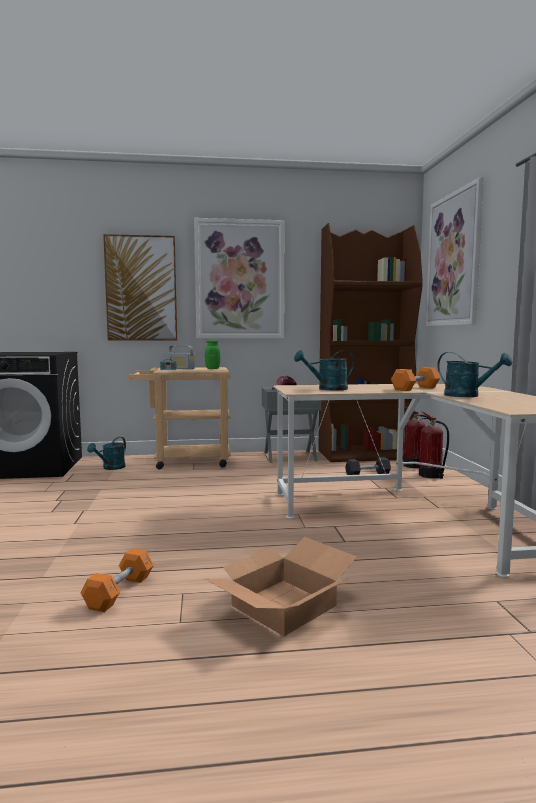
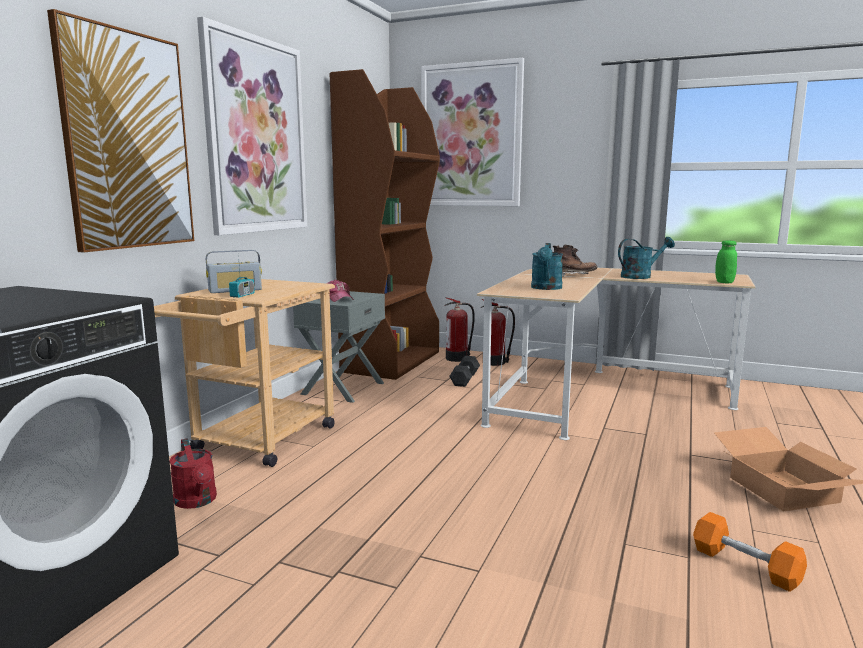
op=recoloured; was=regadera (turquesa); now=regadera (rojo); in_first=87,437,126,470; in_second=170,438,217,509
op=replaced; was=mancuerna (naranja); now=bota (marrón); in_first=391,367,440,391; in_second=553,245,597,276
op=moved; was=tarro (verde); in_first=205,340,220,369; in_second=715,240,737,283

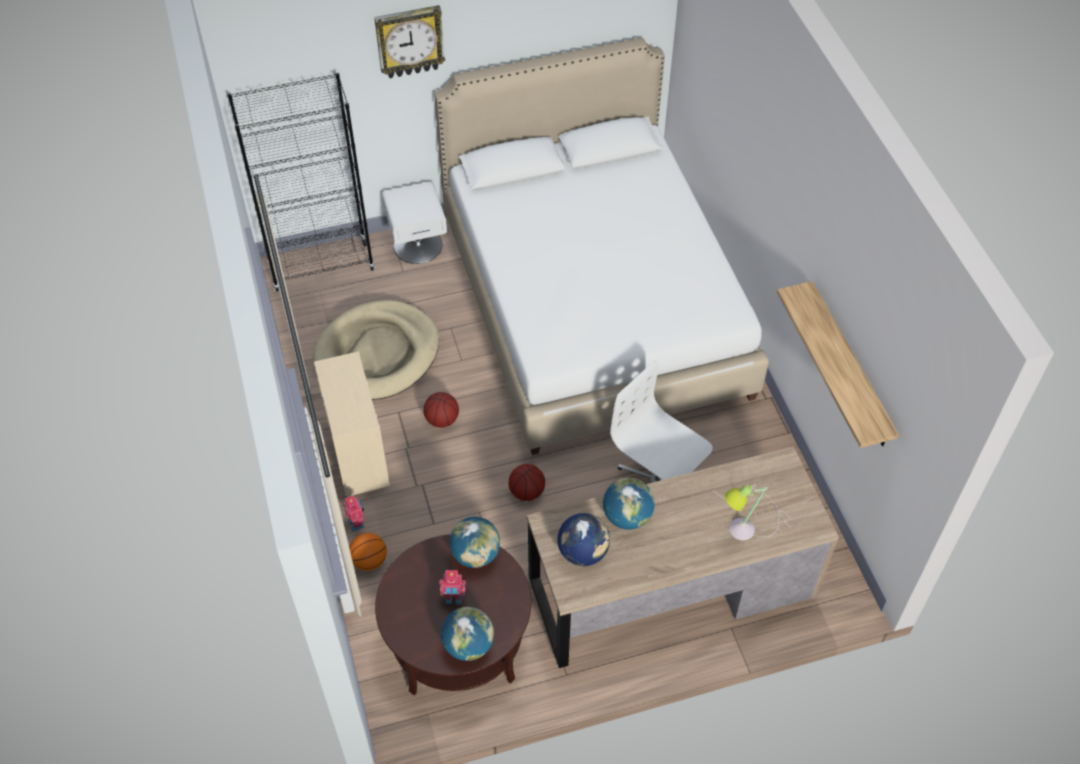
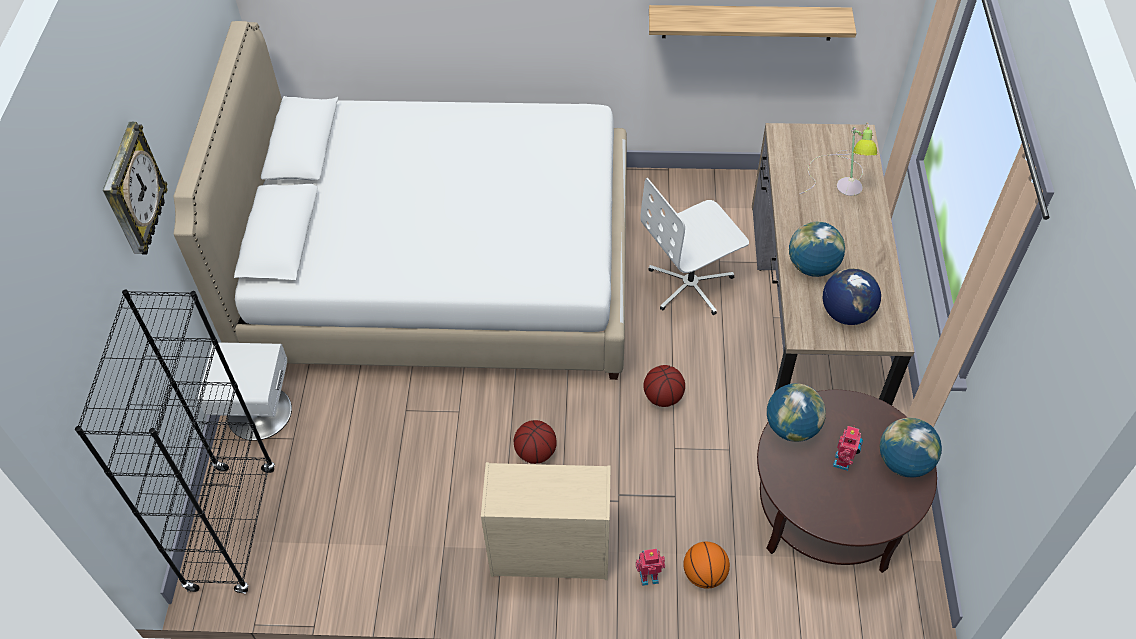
op=removed; was=cama para perro (beis); in_first=313,300,439,400

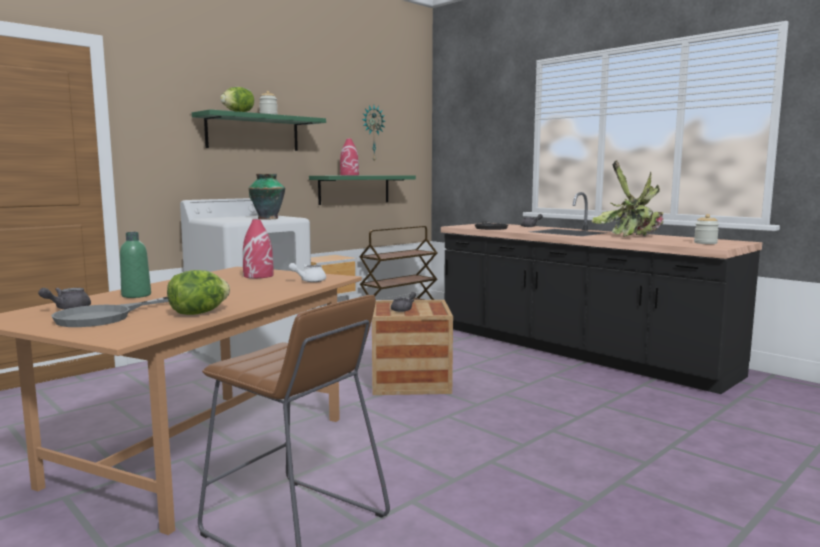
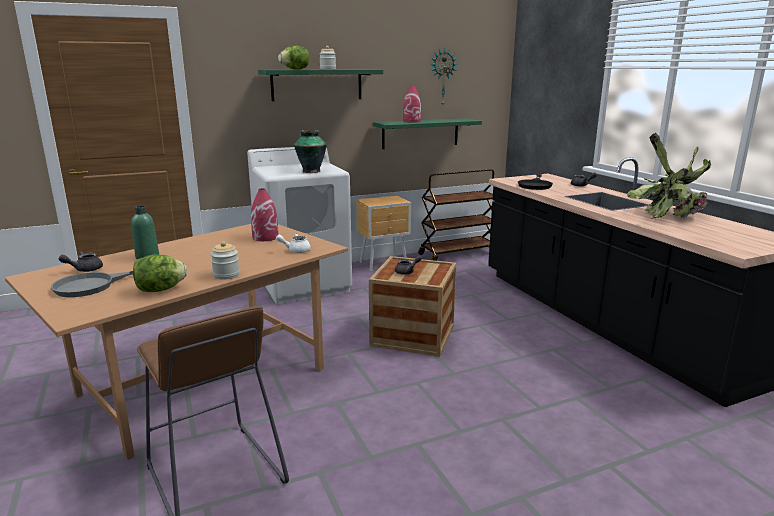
op=moved; was=tarro; in_first=694,214,719,244; in_second=211,241,240,279

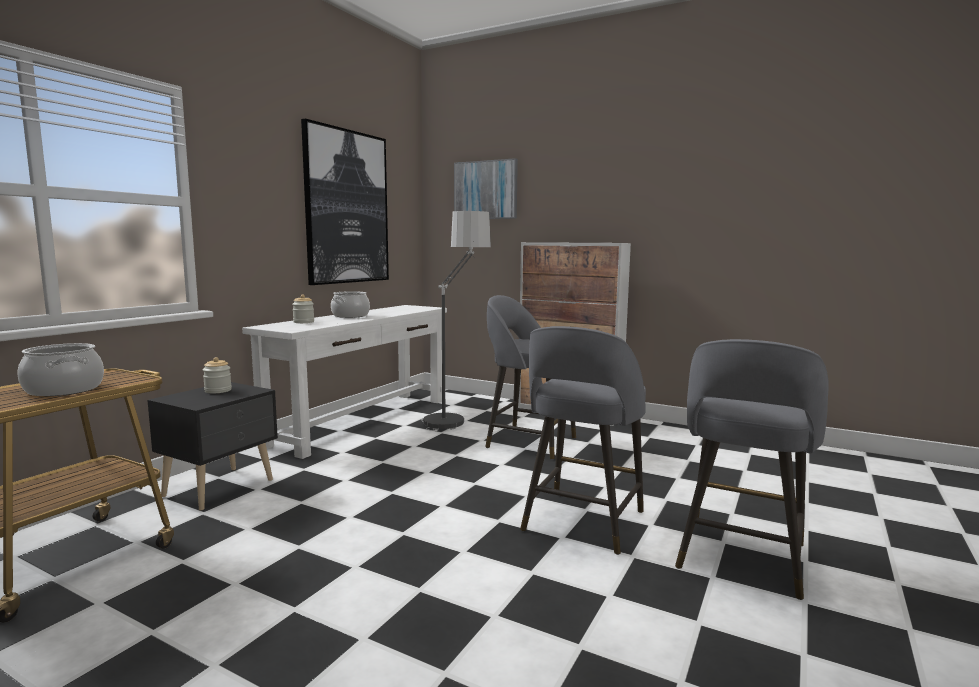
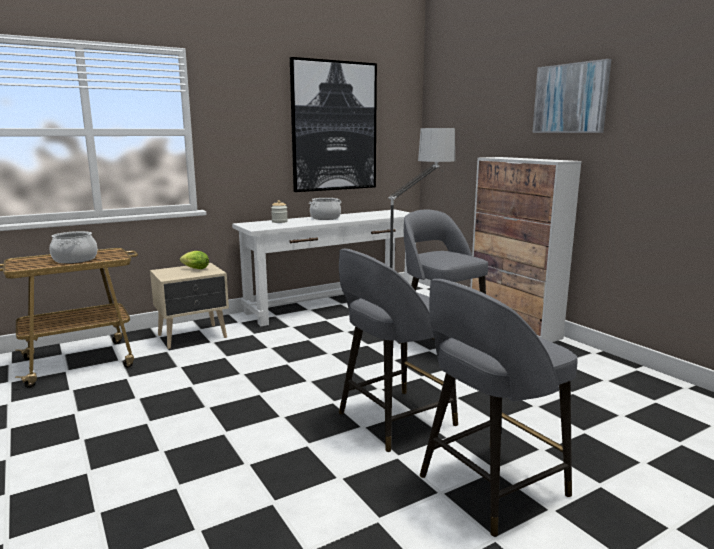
op=recoloured; was=mesita de noche (negro); now=mesita de noche (beis); in_first=147,382,278,510; in_second=150,263,229,349
op=replaced; was=tarro; now=lechuga; in_first=203,357,232,393; in_second=180,251,209,269
op=moved; was=cuadro; in_first=454,158,518,219; in_second=532,59,612,133

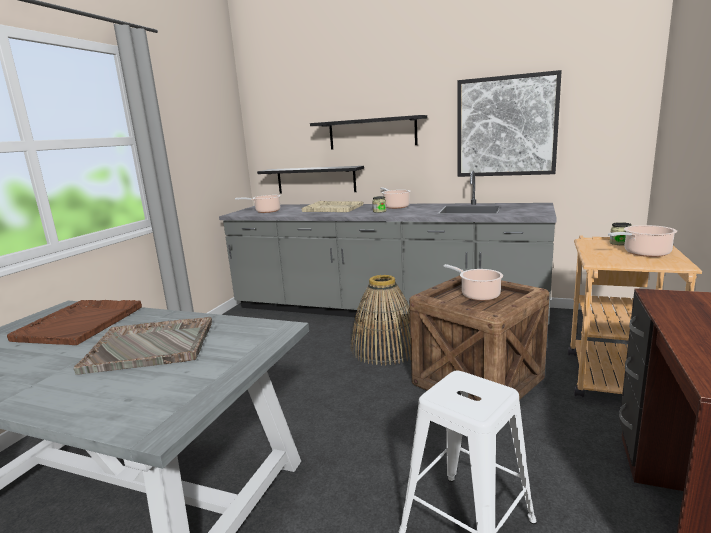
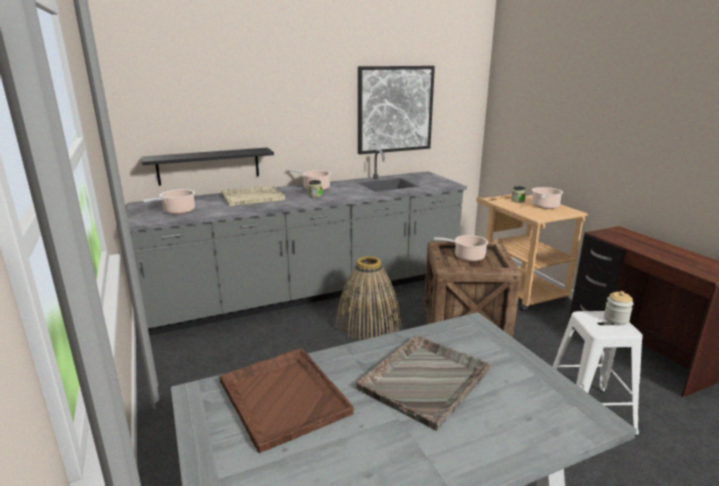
op=added; now=tarro; in_second=604,291,634,325
op=removed; was=estante (negro); in_first=310,115,427,150

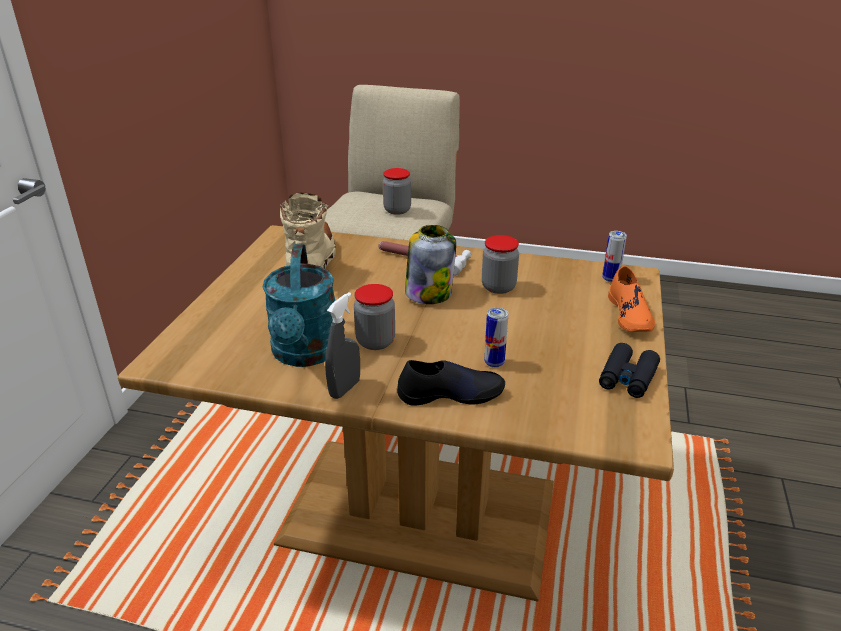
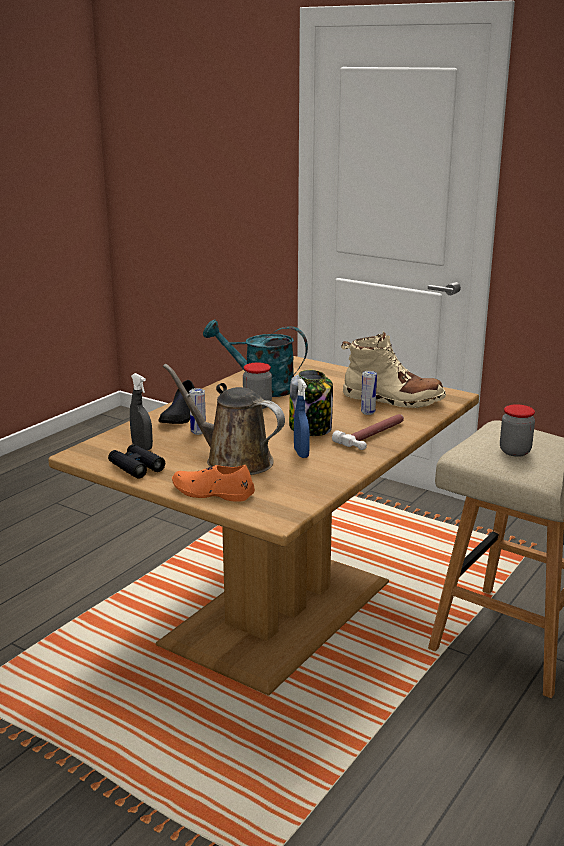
op=moved; was=pulverizador (gris); in_first=325,292,360,399; in_second=130,373,153,450
op=added; now=regadera (marrón); in_second=163,364,285,475
op=replaced; was=tarro; now=pulverizador (azul); in_first=482,235,519,294; in_second=294,379,310,458
op=moved; was=lata; in_first=602,231,627,282; in_second=361,371,377,415

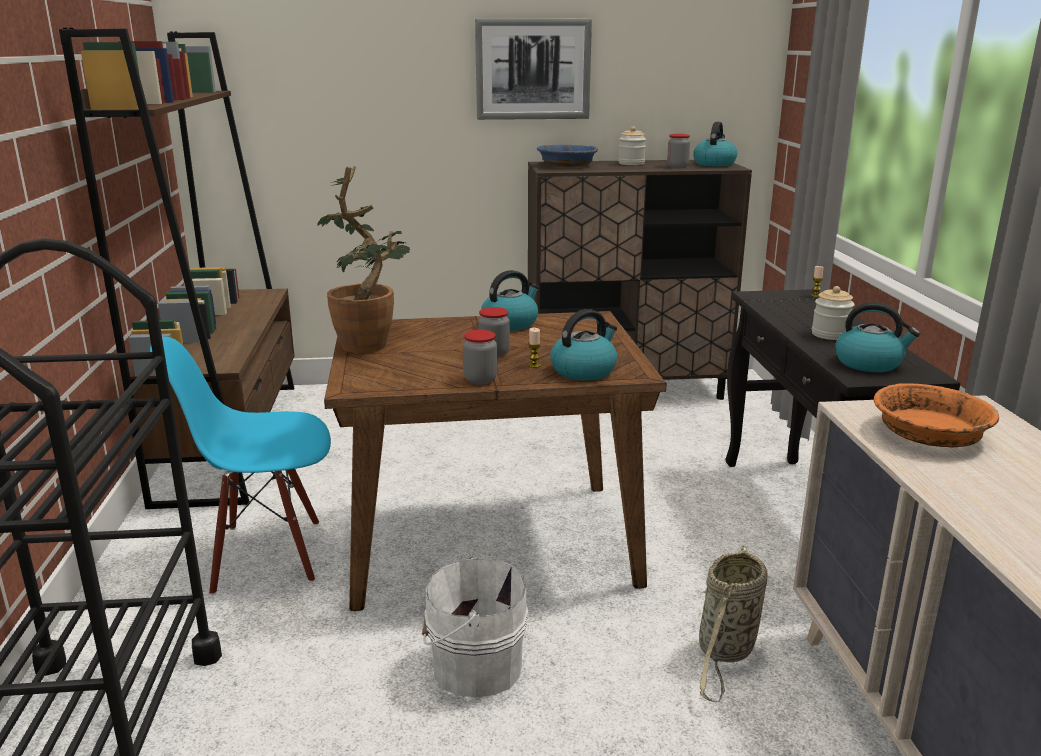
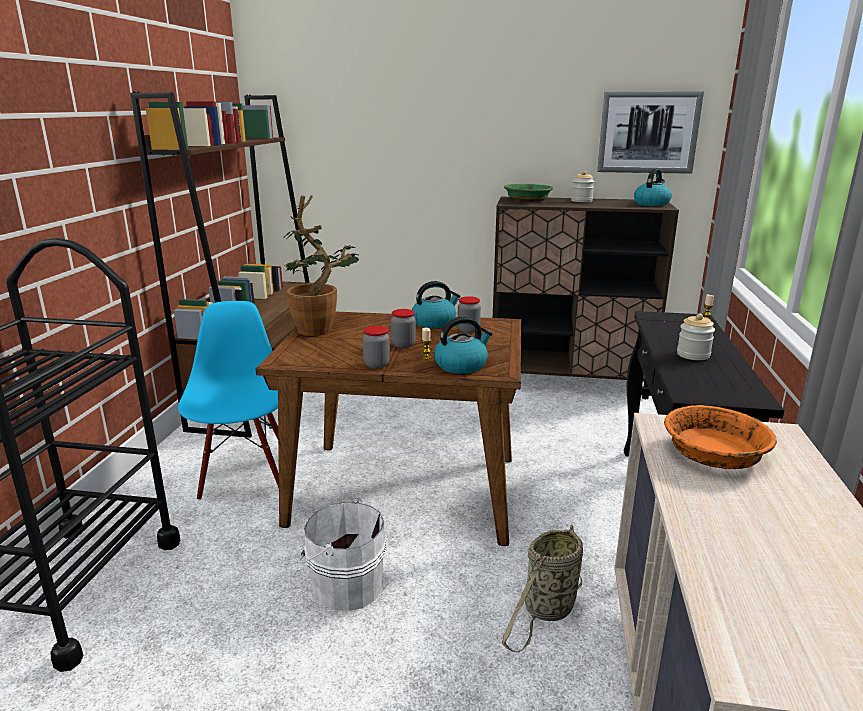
op=turned; was=silla (azul); in_first=150,337,331,595; in_second=178,301,279,500; clockwise=75
op=moved; was=tarro; in_first=667,134,690,168; in_second=458,296,481,333
op=recoloured; was=cuenco (azul); now=cuenco (verde); in_first=537,144,598,167; in_second=504,184,553,202
op=moved; was=cuadro; in_first=475,19,592,120; in_second=597,91,704,174
op=removed; was=hervidor; in_first=835,302,920,372

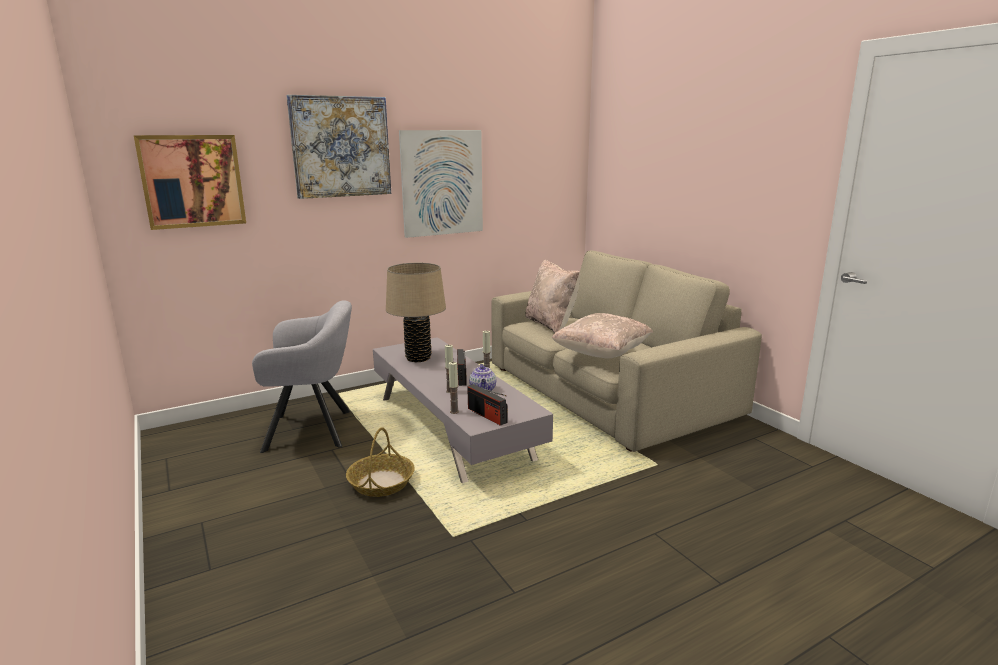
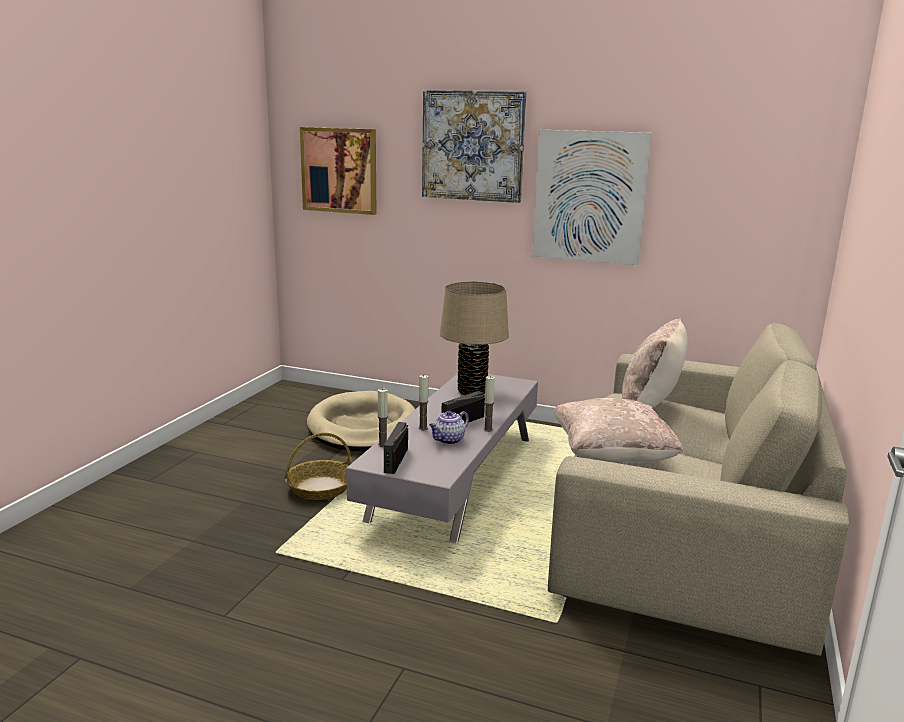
op=replaced; was=sillón (gris); now=cama para perro (beis); in_first=252,300,352,453; in_second=307,391,415,451

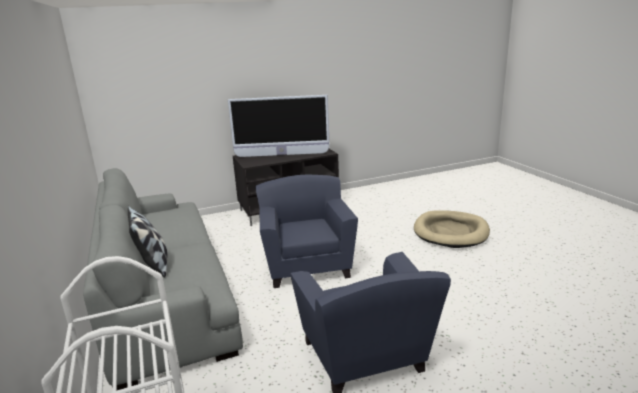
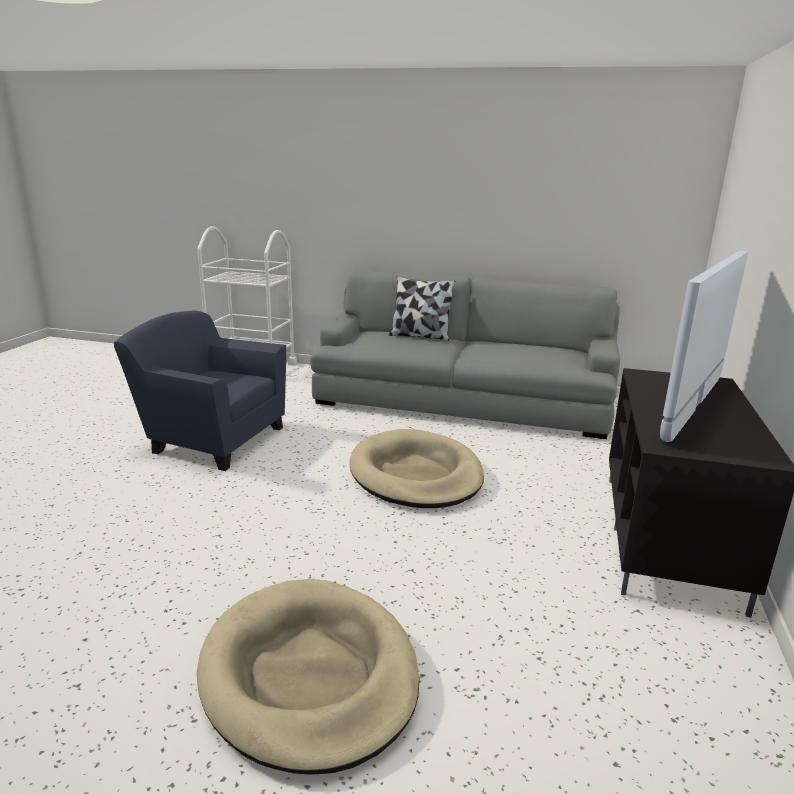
op=replaced; was=sillón (azul); now=cama para perro (beis); in_first=255,175,358,288; in_second=349,429,484,508

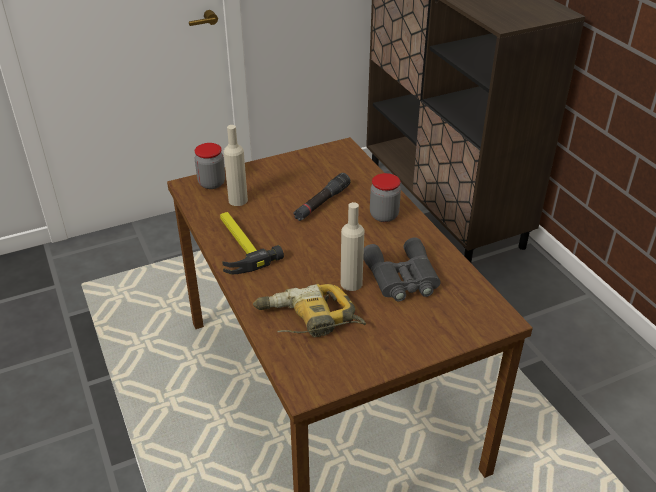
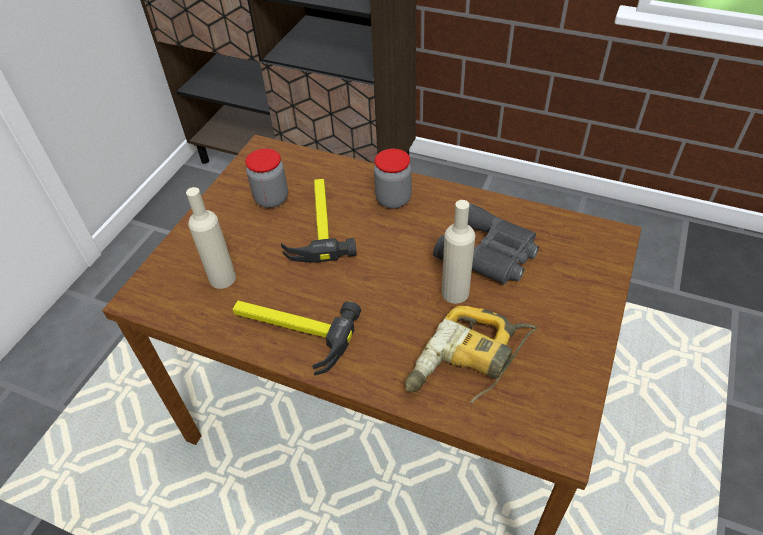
op=moved; was=tarro; in_first=195,143,225,189; in_second=245,148,288,208
op=replaced; was=linterna (negro); now=martillo; in_first=293,173,351,221; in_second=281,179,357,263

